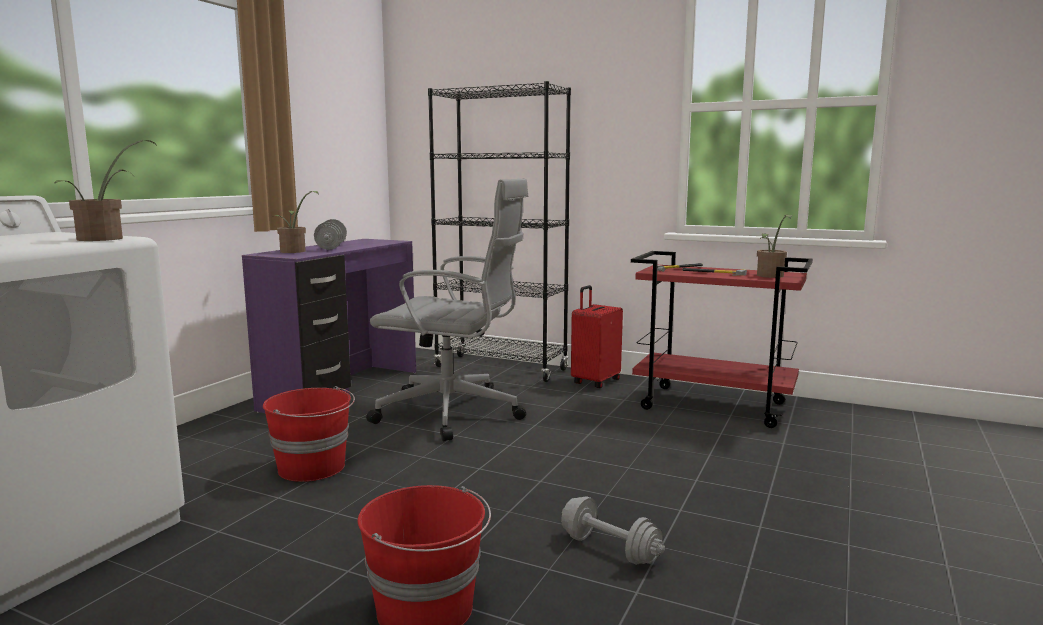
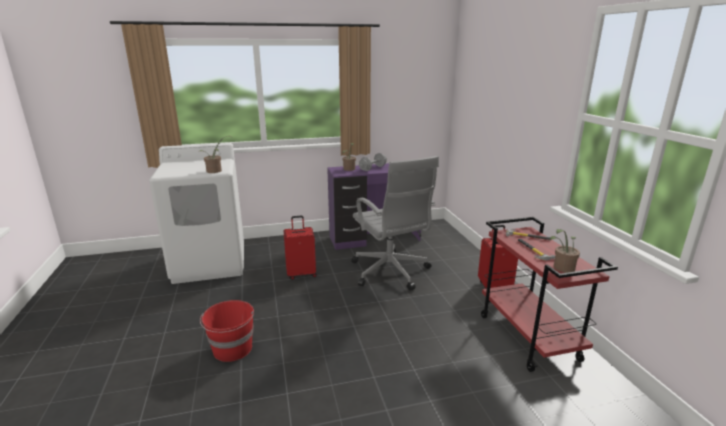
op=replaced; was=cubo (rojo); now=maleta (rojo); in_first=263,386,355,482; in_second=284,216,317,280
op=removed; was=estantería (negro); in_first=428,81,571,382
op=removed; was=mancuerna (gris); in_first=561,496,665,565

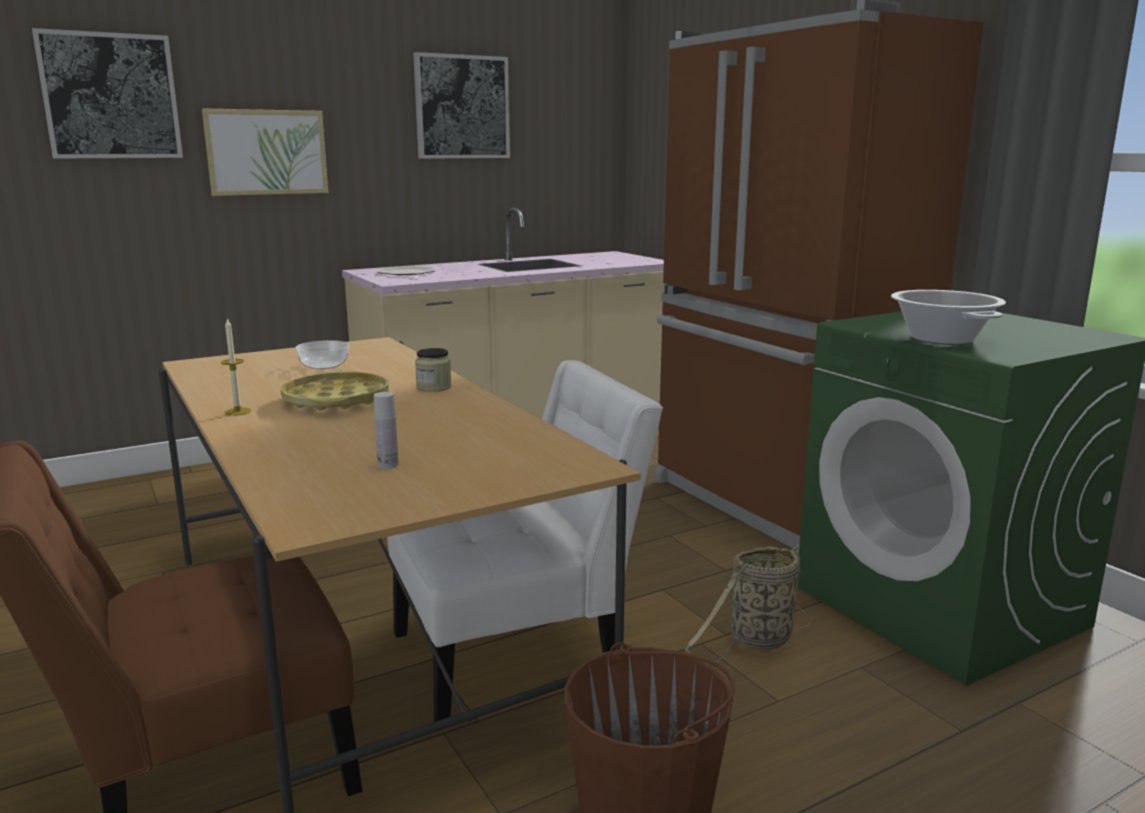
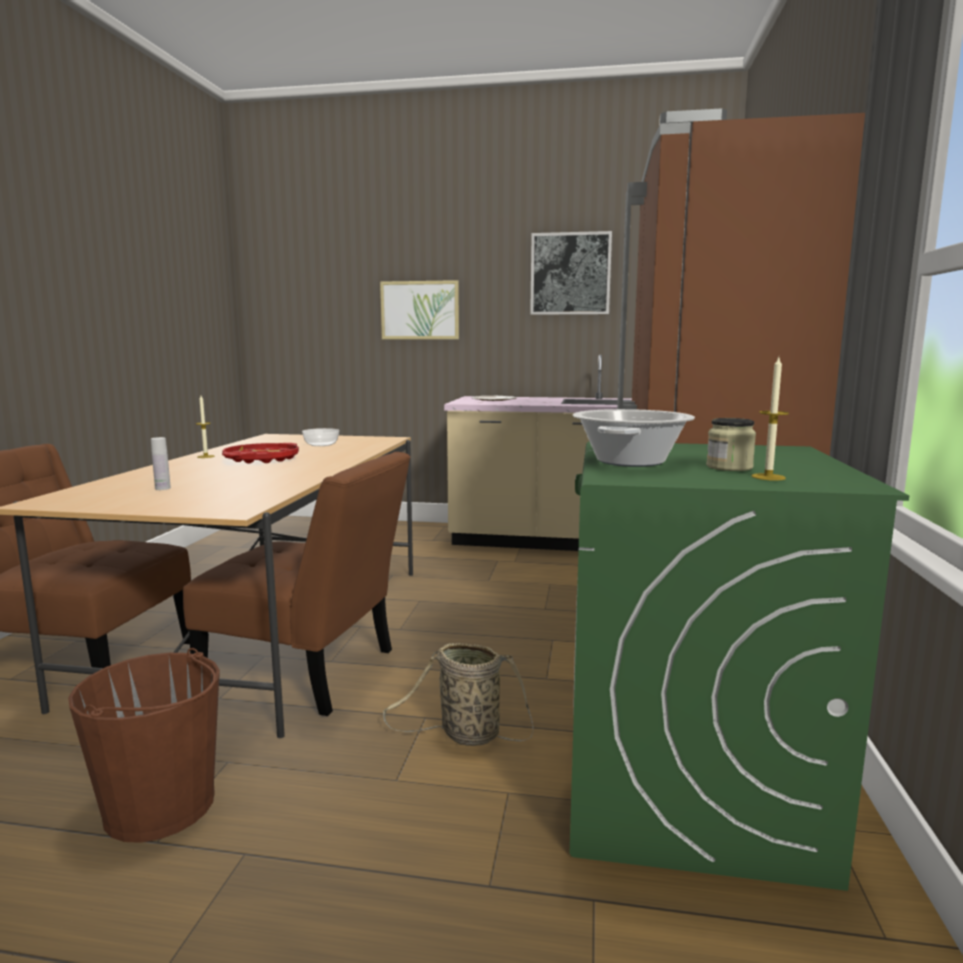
op=recoloured; was=silla (blanco); now=silla (marrón); in_first=387,360,663,722; in_second=183,452,410,716
op=recoloured; was=bandeja (amarillo); now=bandeja (rojo); in_first=281,370,389,410; in_second=222,443,299,464
op=moved; was=tarro; in_first=415,348,452,392; in_second=706,418,756,471
op=added; now=vela; in_second=751,357,789,481
op=removed; was=cuadro; in_first=32,28,183,159

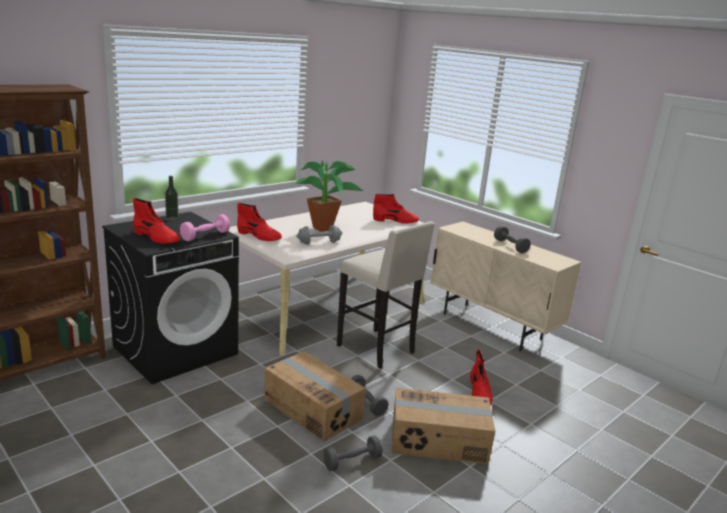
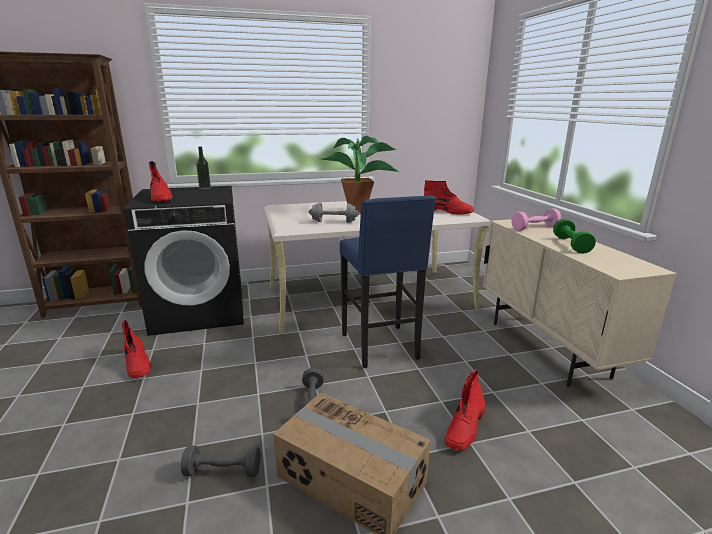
op=moved; was=bota (rojo); in_first=237,203,282,241; in_second=122,320,152,378
op=recoloured; was=taburete (beis); now=taburete (azul); in_first=337,221,435,369; in_second=340,196,436,368
op=moved; was=mancuerna (rosa); in_first=180,214,230,241; in_second=511,208,561,231
op=recoloured; was=mancuerna (gris); now=mancuerna (verde); in_first=494,226,531,253; in_second=553,219,596,254
op=removed; was=caja de cartón; in_first=264,352,366,442

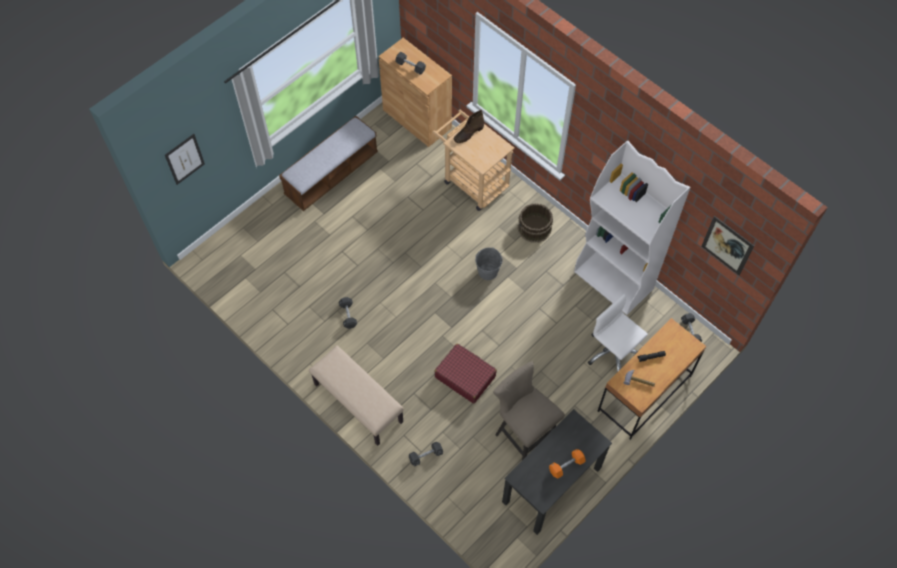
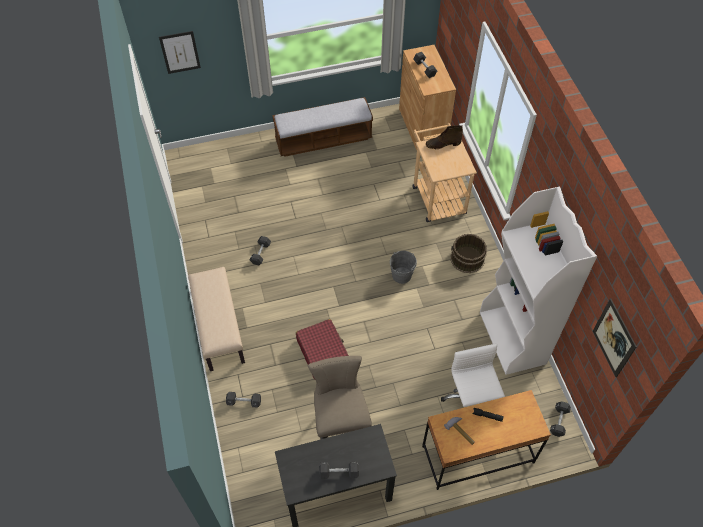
op=recoloured; was=mancuerna (naranja); now=mancuerna (negro); in_first=549,449,586,478; in_second=319,461,359,479

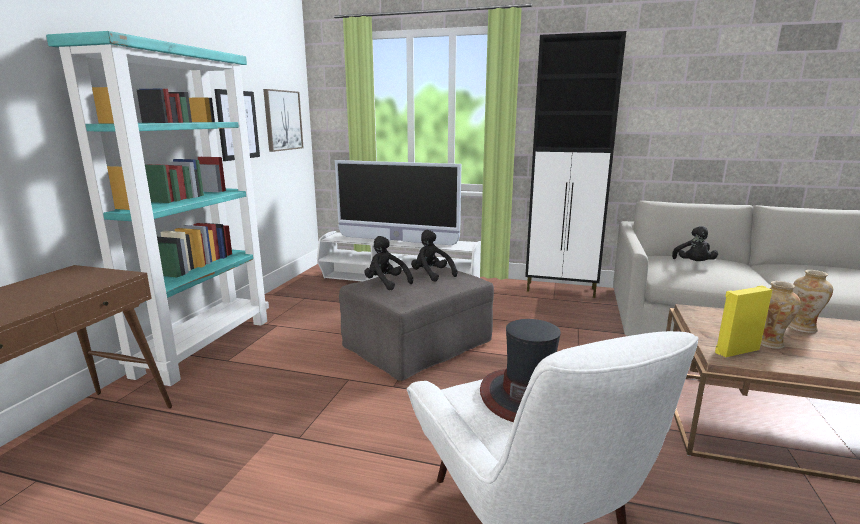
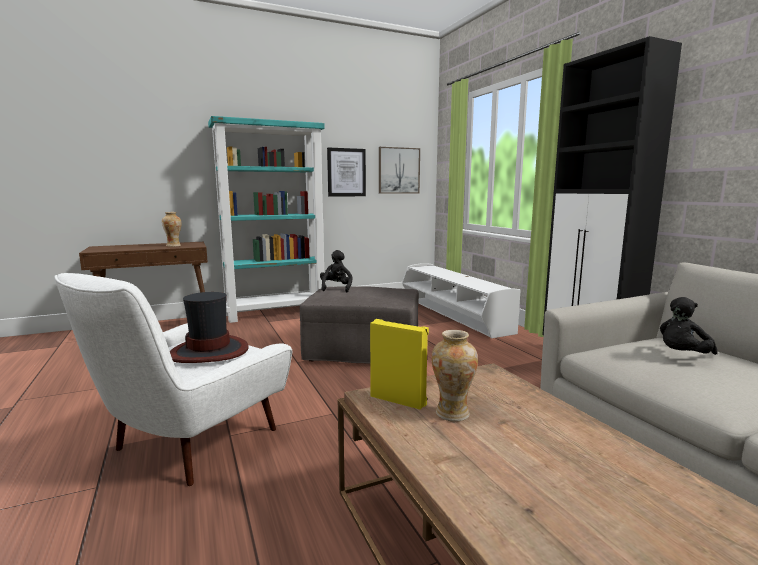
op=moved; was=florero; in_first=789,270,833,333; in_second=162,212,182,247
op=removed; was=televisor; in_first=335,160,461,245
op=removed; was=peluche (negro); in_first=411,230,457,282

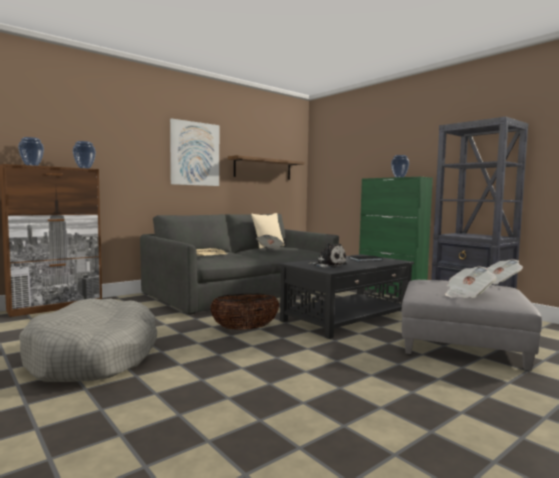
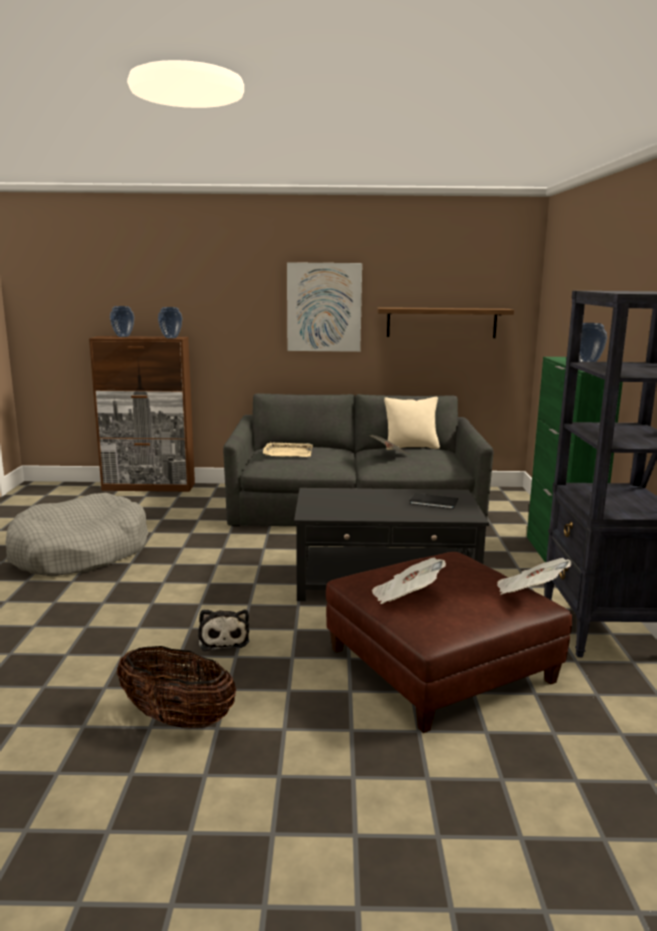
op=moved; was=cesta; in_first=210,293,280,330; in_second=117,646,236,728
op=moved; was=peluche; in_first=309,243,347,268; in_second=198,609,249,651
op=recoloured; was=puf (gris); now=puf (marrón); in_first=402,280,542,371; in_second=326,552,572,733

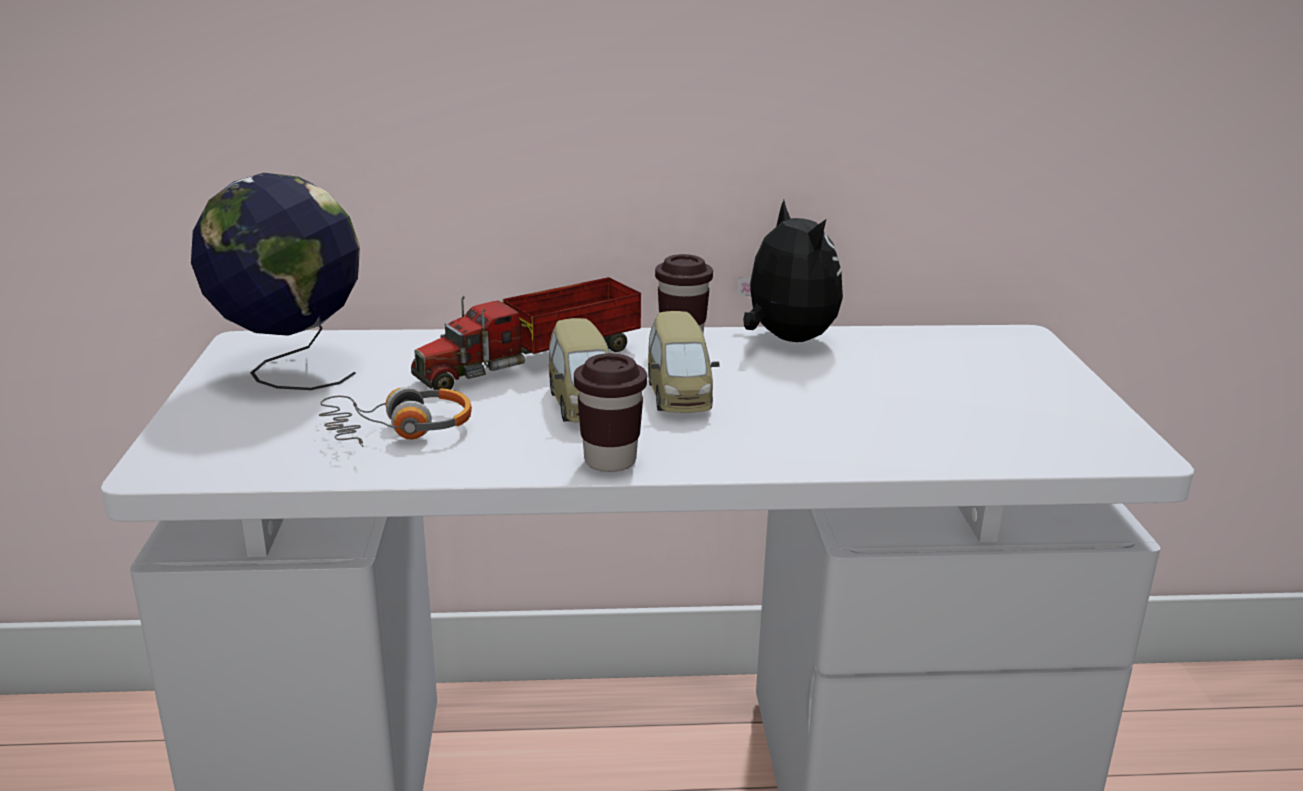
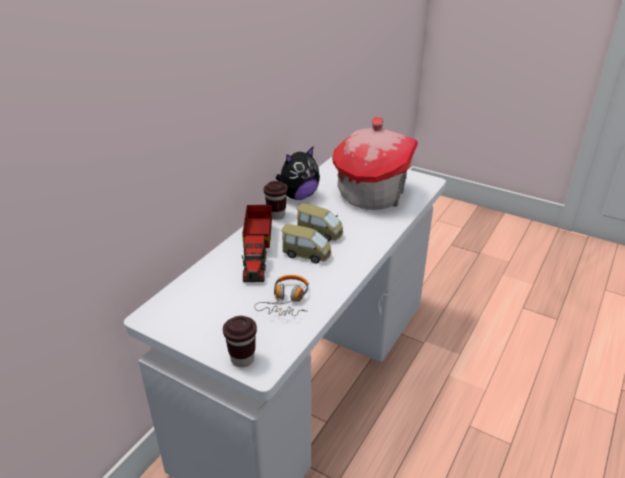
op=moved; was=taza (marrón); in_first=574,353,647,472; in_second=223,316,257,367
op=turned; was=peluche; in_first=738,200,843,342; in_second=276,146,320,200; clockwise=135
op=added; now=casita; in_second=332,117,418,210
op=removed; was=globo terráqueo; in_first=191,173,360,390

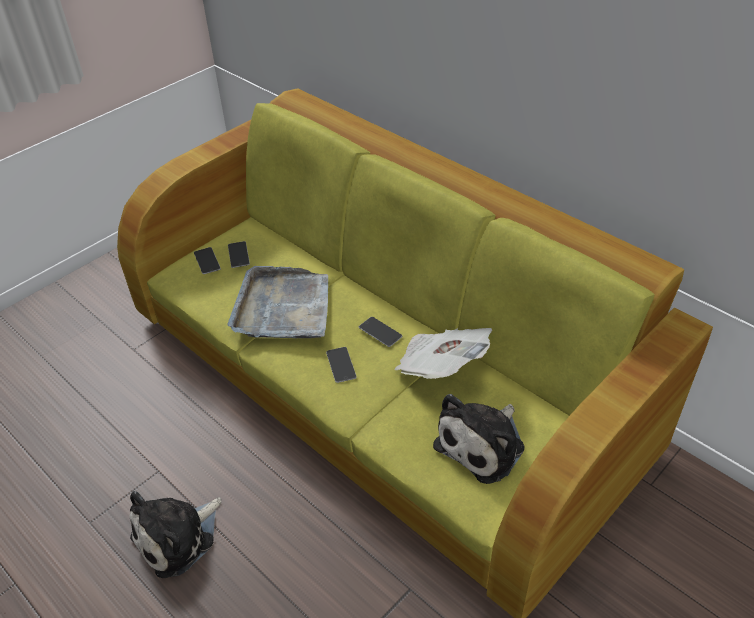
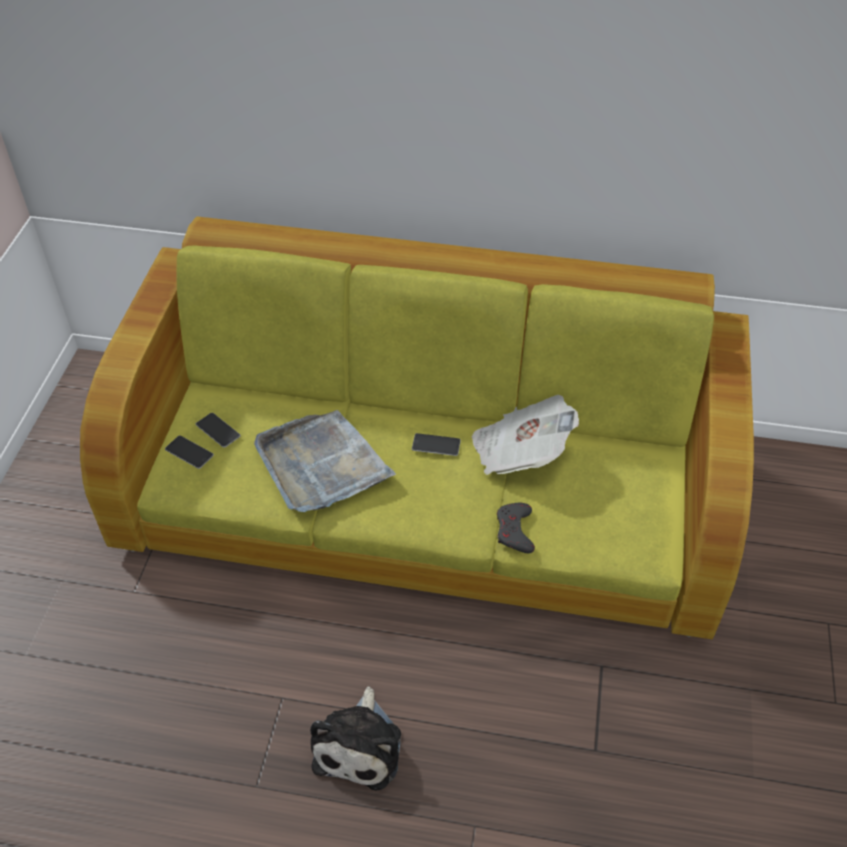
op=added; now=mando de consola (gris); in_second=497,503,535,553
op=removed; was=móvil; in_first=326,347,357,383
op=removed; was=peluche; in_first=433,394,525,484

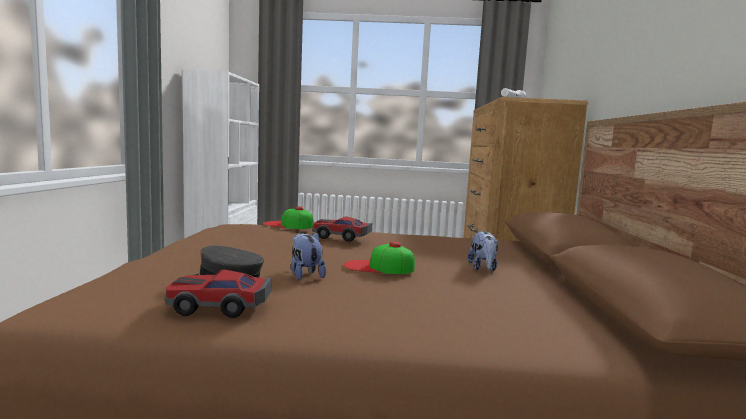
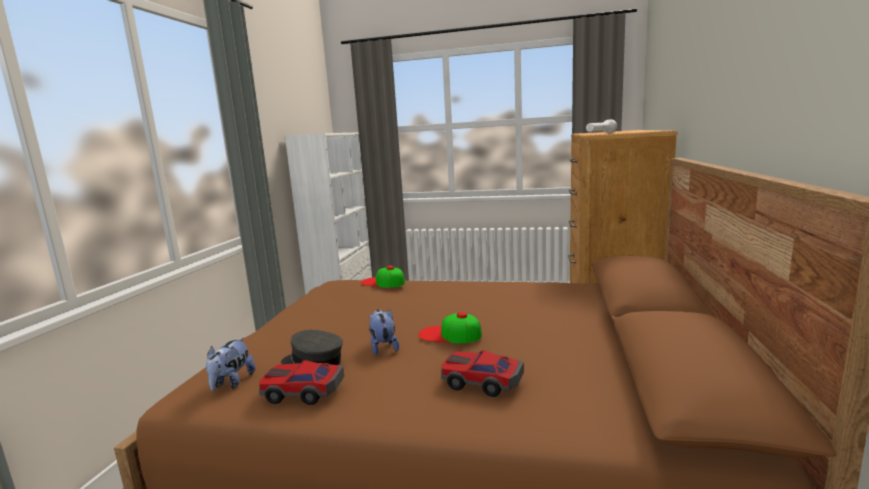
op=moved; was=peluche; in_first=468,231,498,271; in_second=206,337,256,391
op=moved; was=coche de juguete; in_first=312,216,372,242; in_second=441,351,524,397

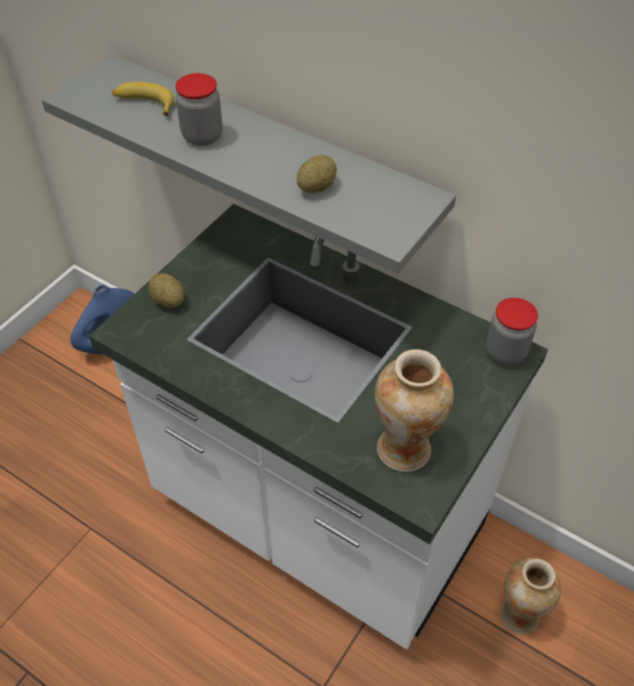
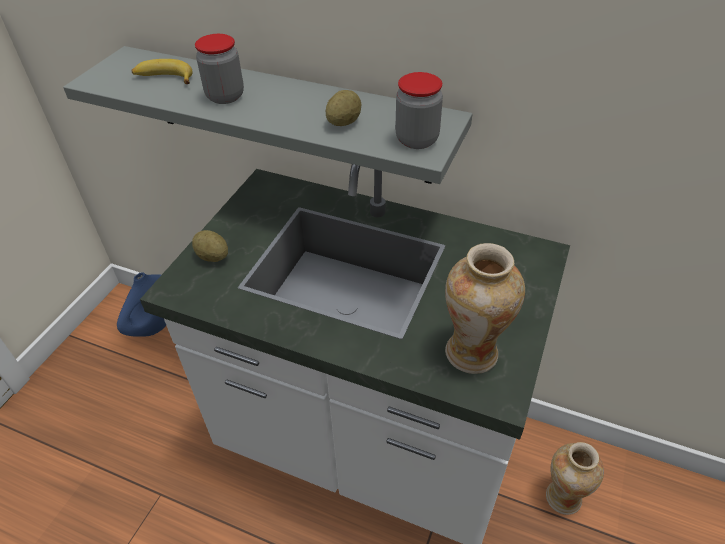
op=moved; was=tarro; in_first=486,298,538,365; in_second=395,72,443,149

